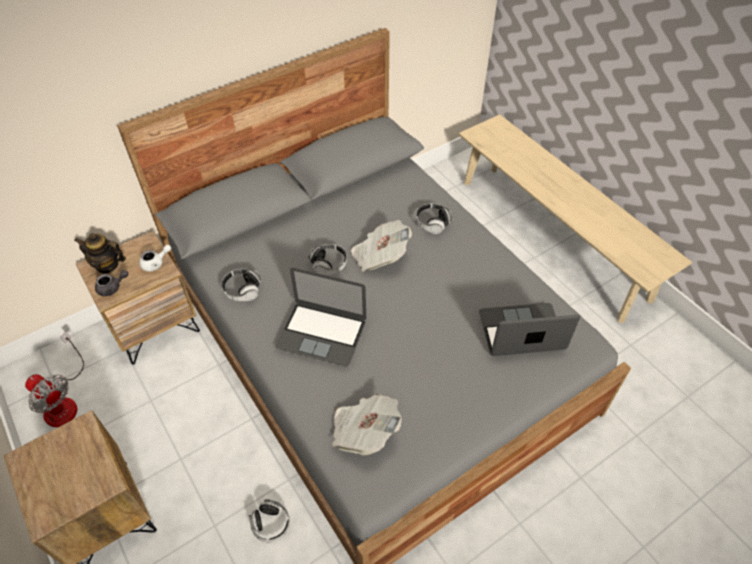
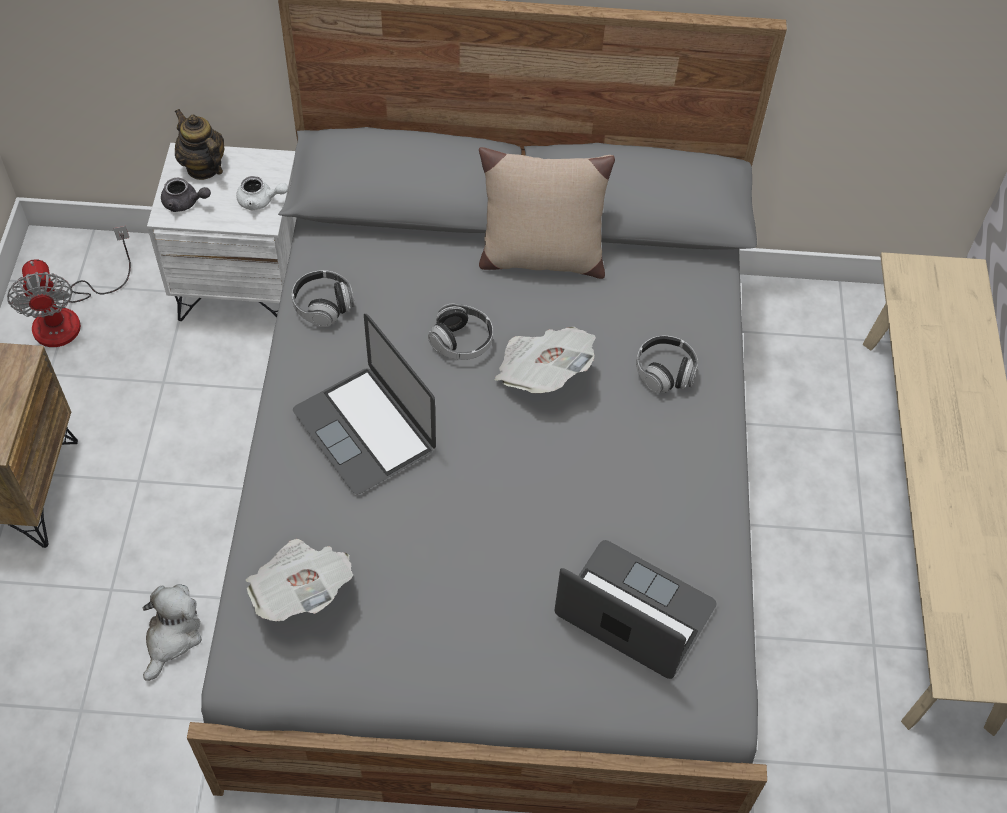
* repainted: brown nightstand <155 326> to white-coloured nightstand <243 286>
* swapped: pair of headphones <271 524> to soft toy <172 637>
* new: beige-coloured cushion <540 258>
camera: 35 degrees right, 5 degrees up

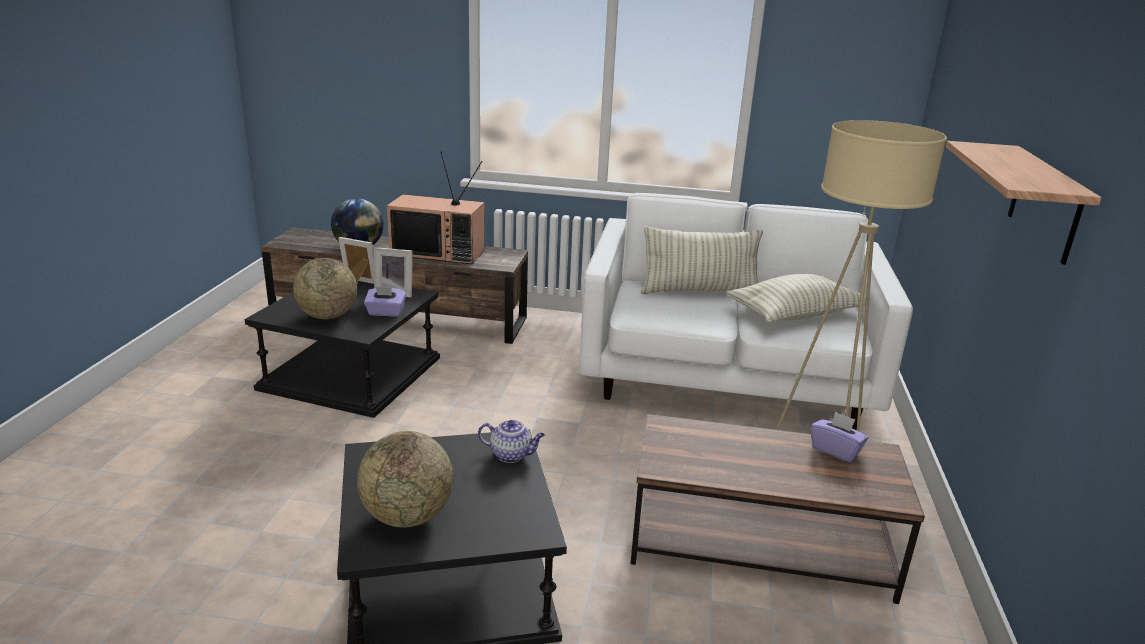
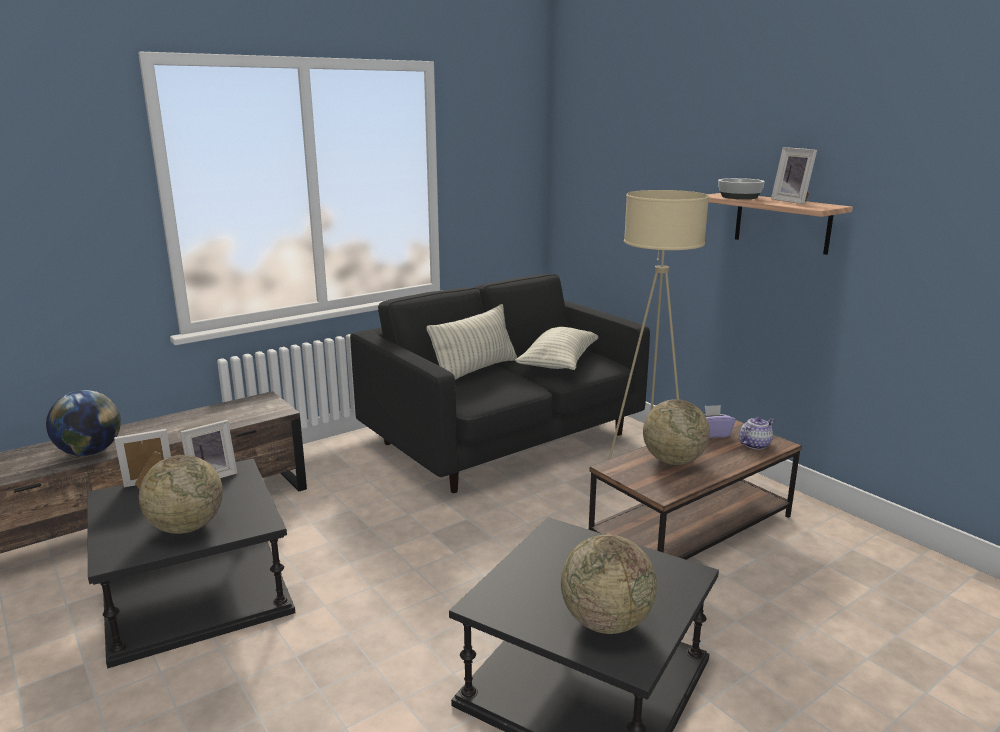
* gone: TV <439 252>
* repainted: white-coloured couch <725 379> to blackish couch <504 439>
* gone: purplish box of tissues <386 313>
* shifted: teapot <511 455> to <755 444>
* new: standing frame <793 201>
* new: deep dish <740 197>
* new: desk globe <673 461>
camera: 45 degrees left, 5 degrees down

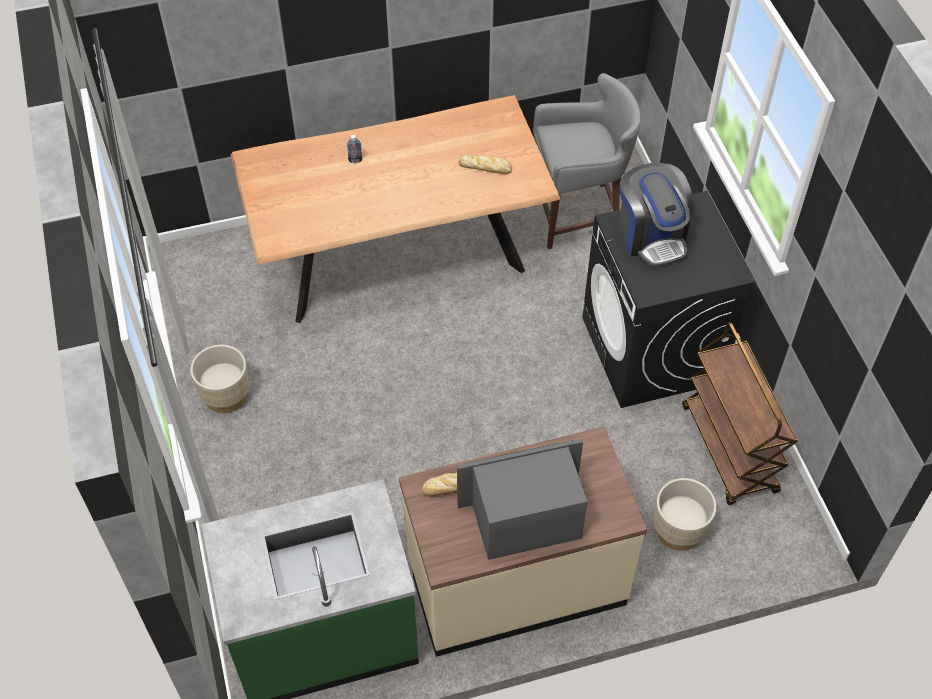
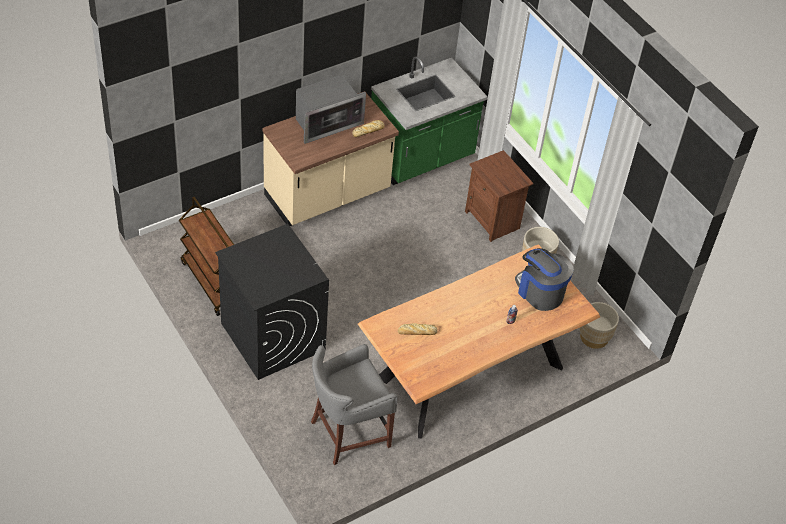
* shifted: coffee brewer <651 236> to <540 292>
* shifted: beige-coloured plant pot <679 530> to <594 337>
* new: brown nightstand <493 220>
camera: 160 degrees right, 5 degrees down

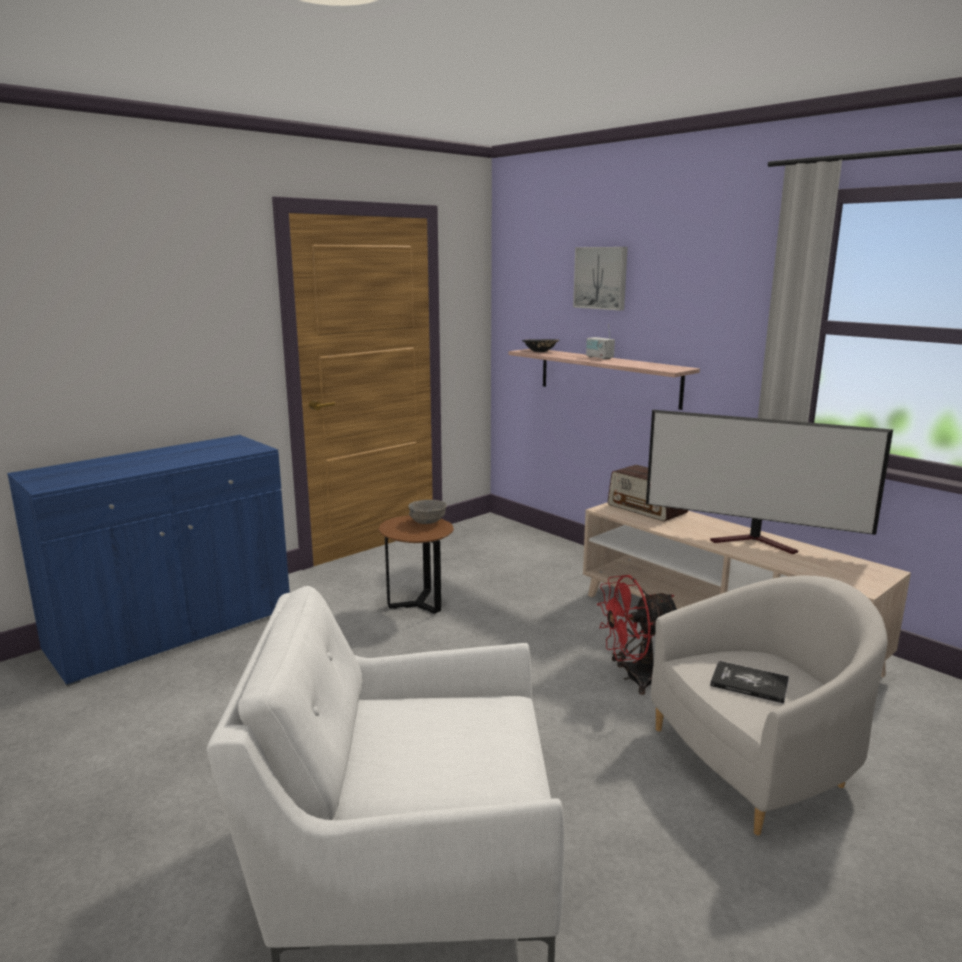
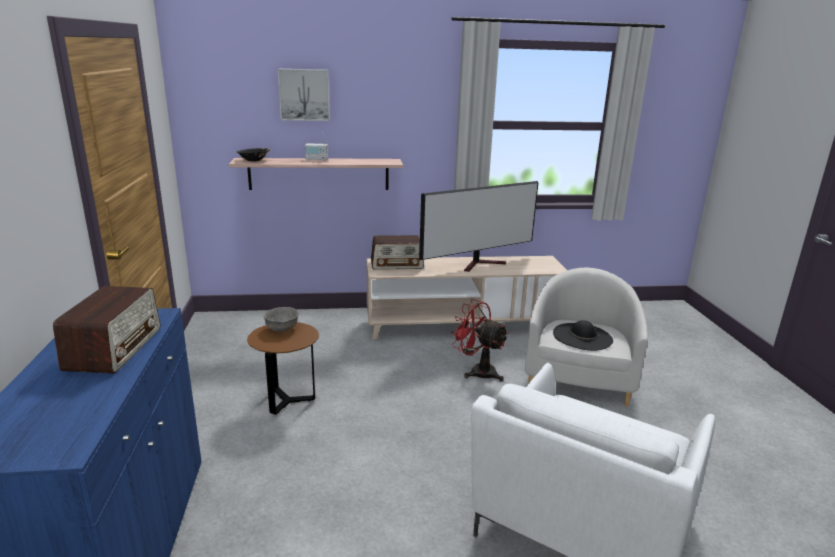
* rotated: red electric fan <634 678> = <477 371> 105 degrees clockwise
* swapped: bound book <749 683> to blackish hat <582 336>
* new: radio set <114 348>
camera: 55 degrees left, 5 degrees up

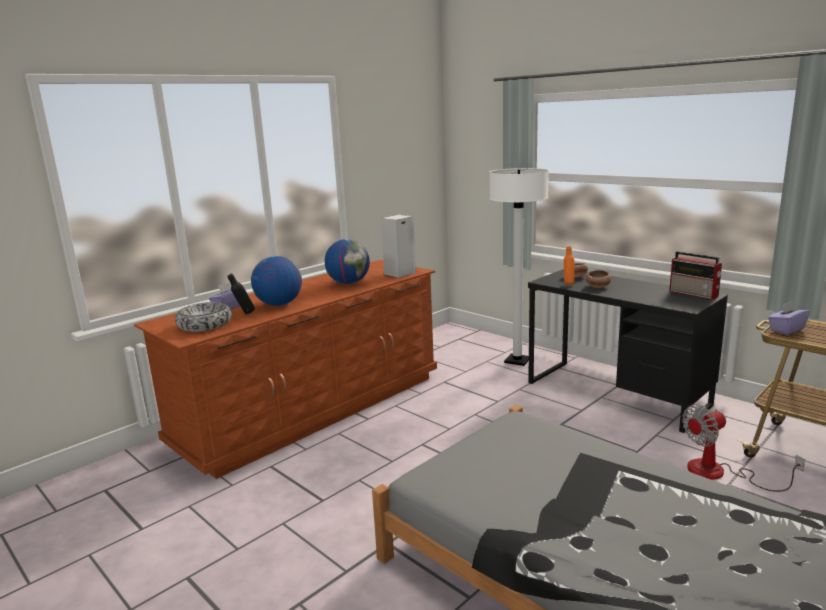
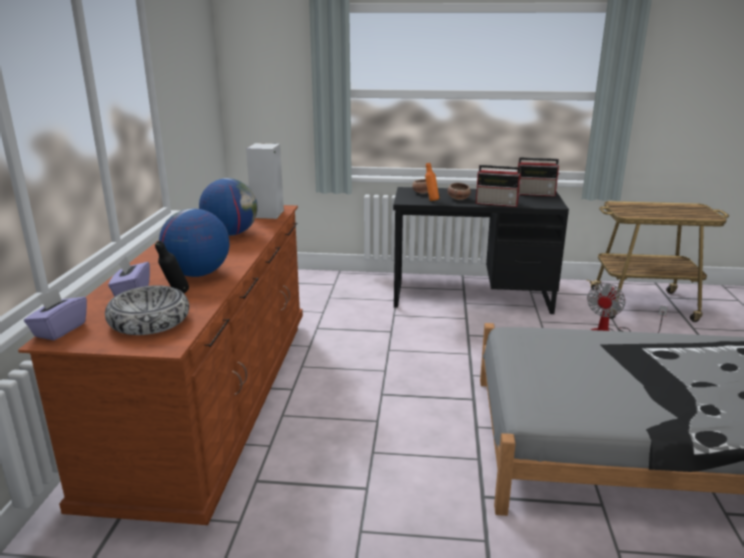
* gone: white-coloured standard lamp <517 361>
* shifted: purplish box of tissues <786 329> to <59 330>
* new: radio set <498 203>
camera: 40 degrees left, 5 degrees up

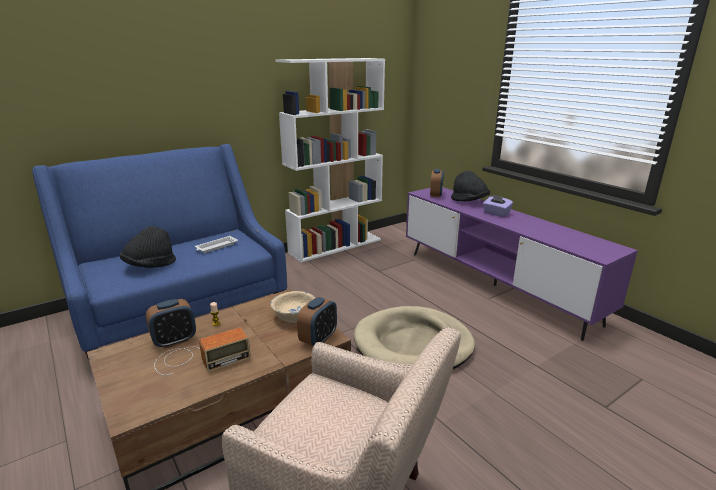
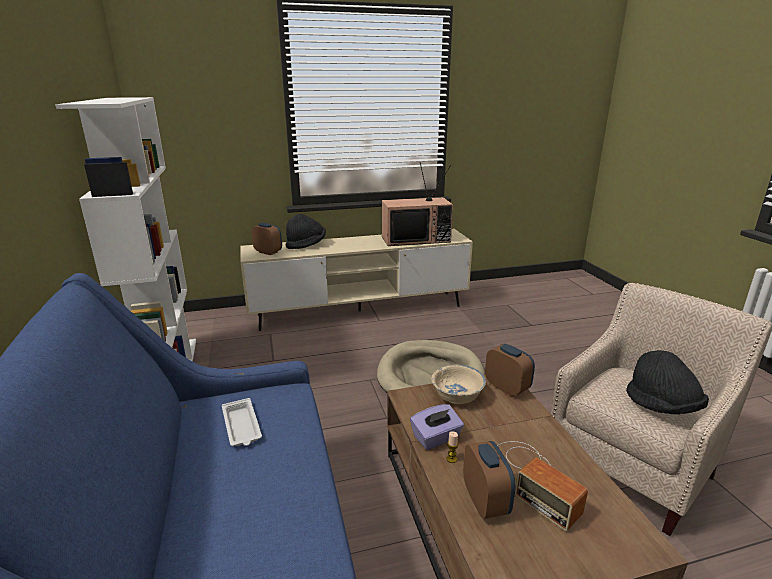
* repainted: purplish tv stand <494 285> to beige-coloured tv stand <359 311>
* shifted: purplish box of tissues <496 213> to <436 438>
* shifted: blackish hat <150 265> to <662 406>
* rotated: radio set <199 359> = <532 478> 150 degrees clockwise
* new: TV <416 239>
camera: 70 degrees left, 0 degrees up

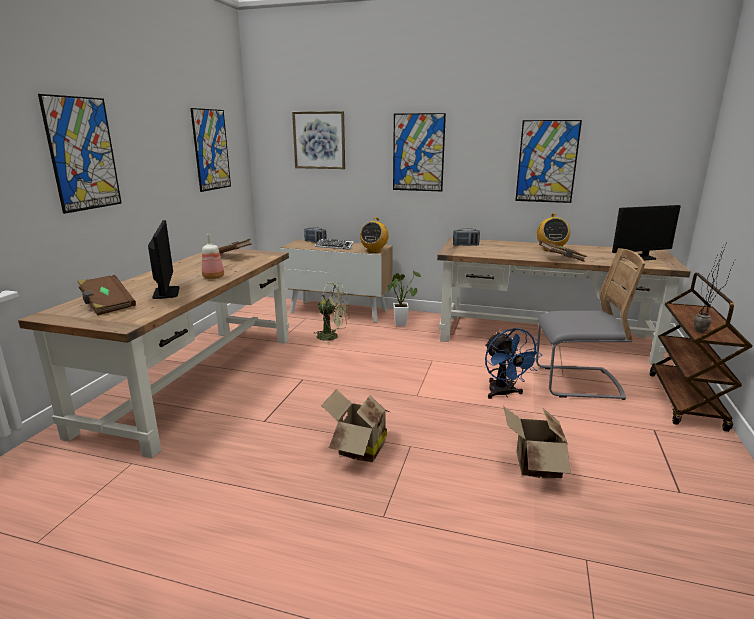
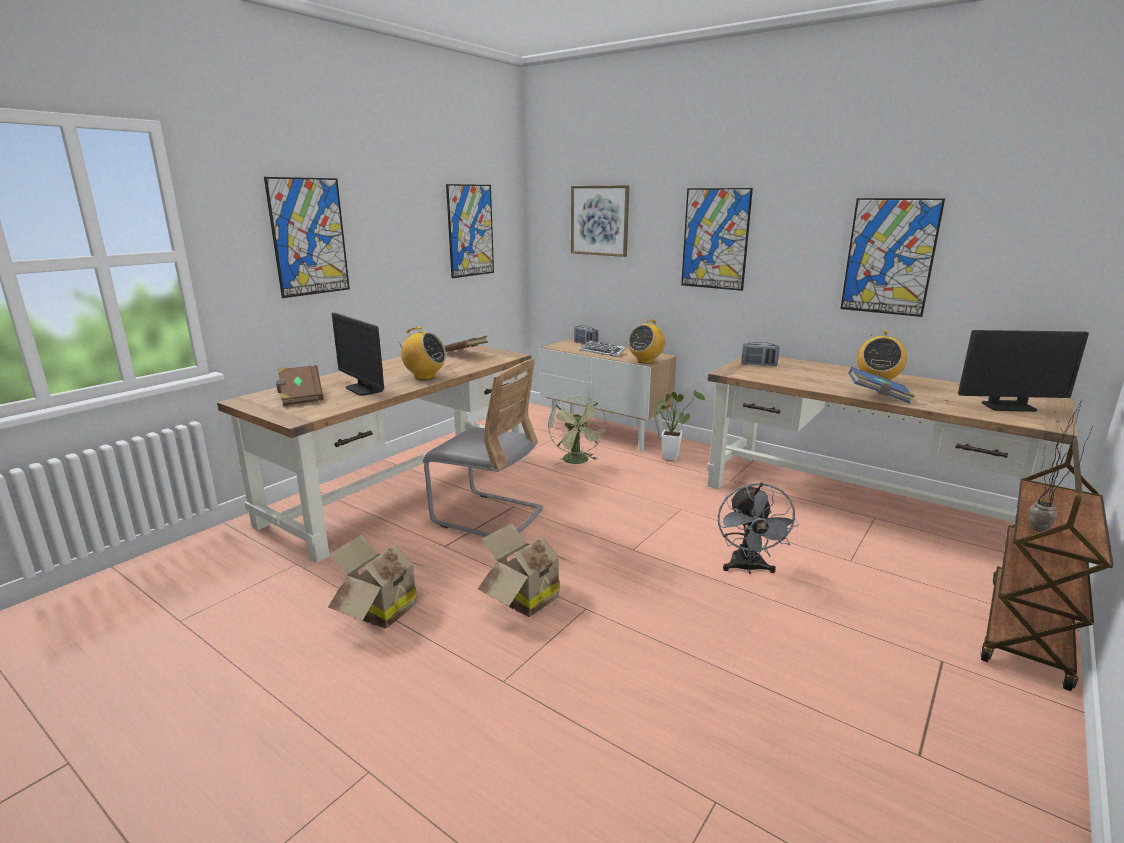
* rotated: monitor <166 292> = <364 389> 135 degrees clockwise
* swapped: beverage bottle <213 277> to radio set <424 376>
* repainted: brown bound book <561 259> to blue bound book <878 396>
* shifted: grey chair <577 383> to <487 516>
* rotated: greenish electric fan <332 337> = <578 462> 45 degrees clockwise
* repainted: blue electric fan <503 394> to grey electric fan <748 568>
* shifted: carton <534 466> to <379 611>
camera: 20 degrees right, 0 degrees up

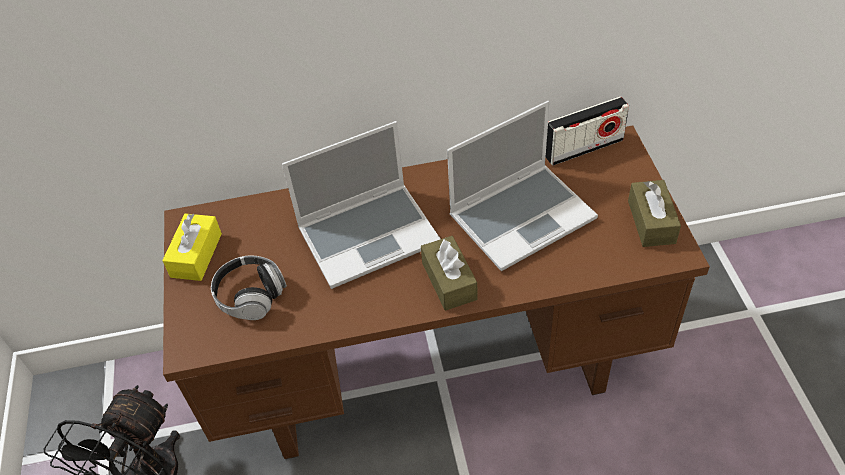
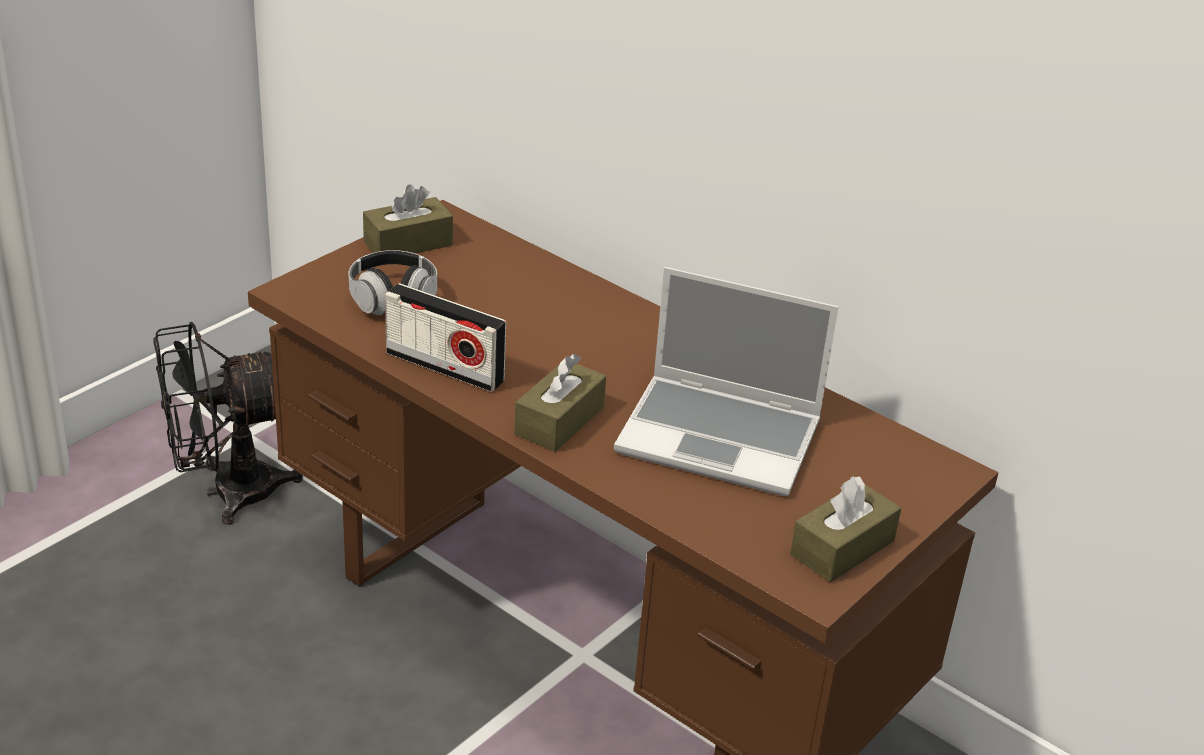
* shifted: radio set <584 148> to <445 367>
* gone: laptop <369 234>
* repainted: yellow-coloured box of tissues <196 255> to brown box of tissues <408 243>
camera: 45 degrees right, 15 degrees down

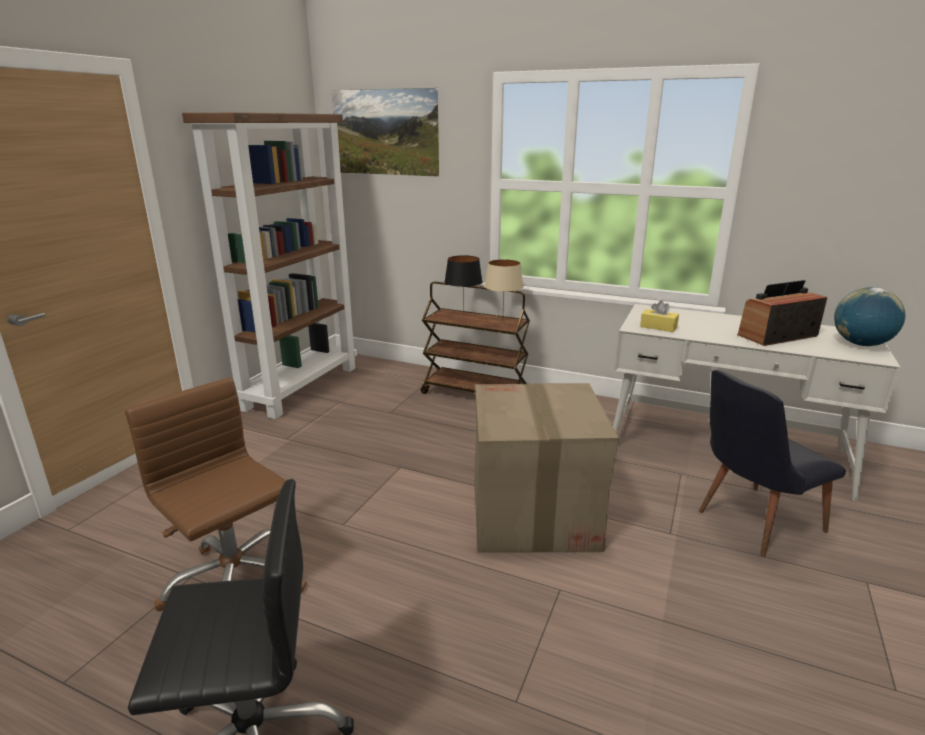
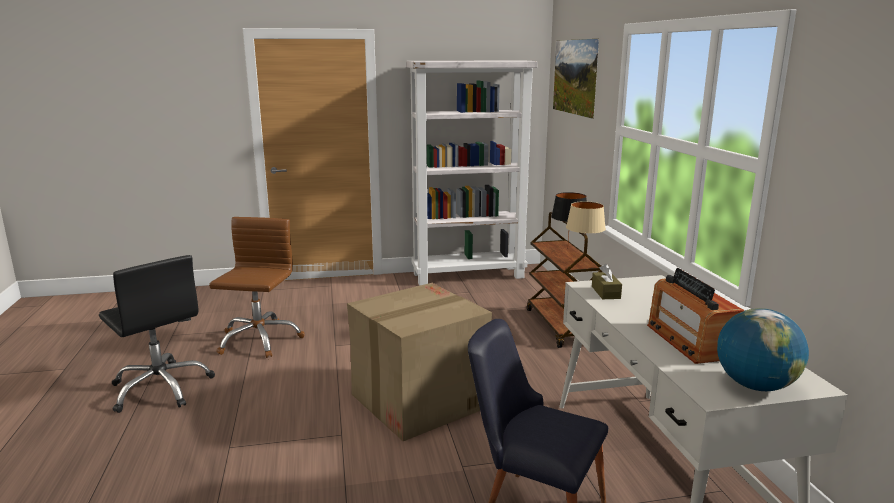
* repainted: brown shelving unit <301 387> to white-coloured shelving unit <469 275>
* rotated: radio set <777 336> = <689 341> 135 degrees counterclockwise
* repainted: yellow-coloured box of tissues <658 327> to brown box of tissues <605 292>
camera: 55 degrees right, 5 degrees down

